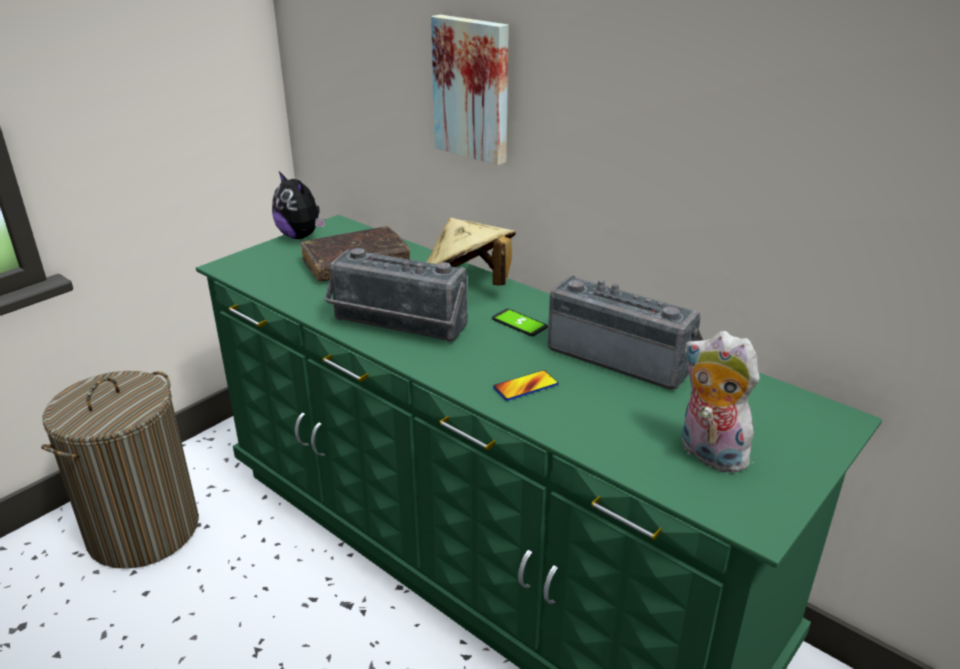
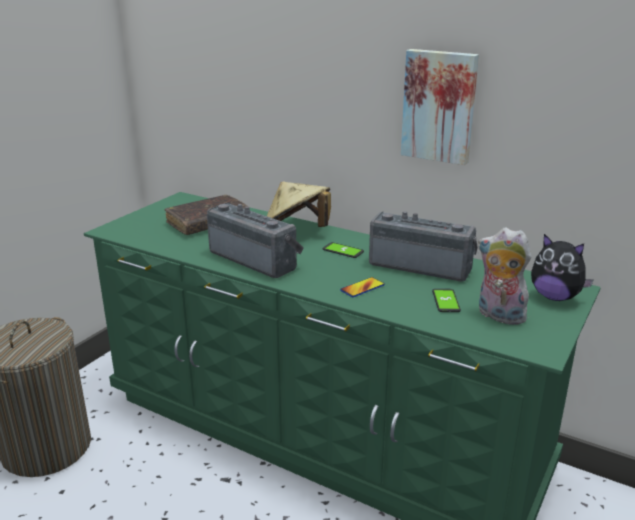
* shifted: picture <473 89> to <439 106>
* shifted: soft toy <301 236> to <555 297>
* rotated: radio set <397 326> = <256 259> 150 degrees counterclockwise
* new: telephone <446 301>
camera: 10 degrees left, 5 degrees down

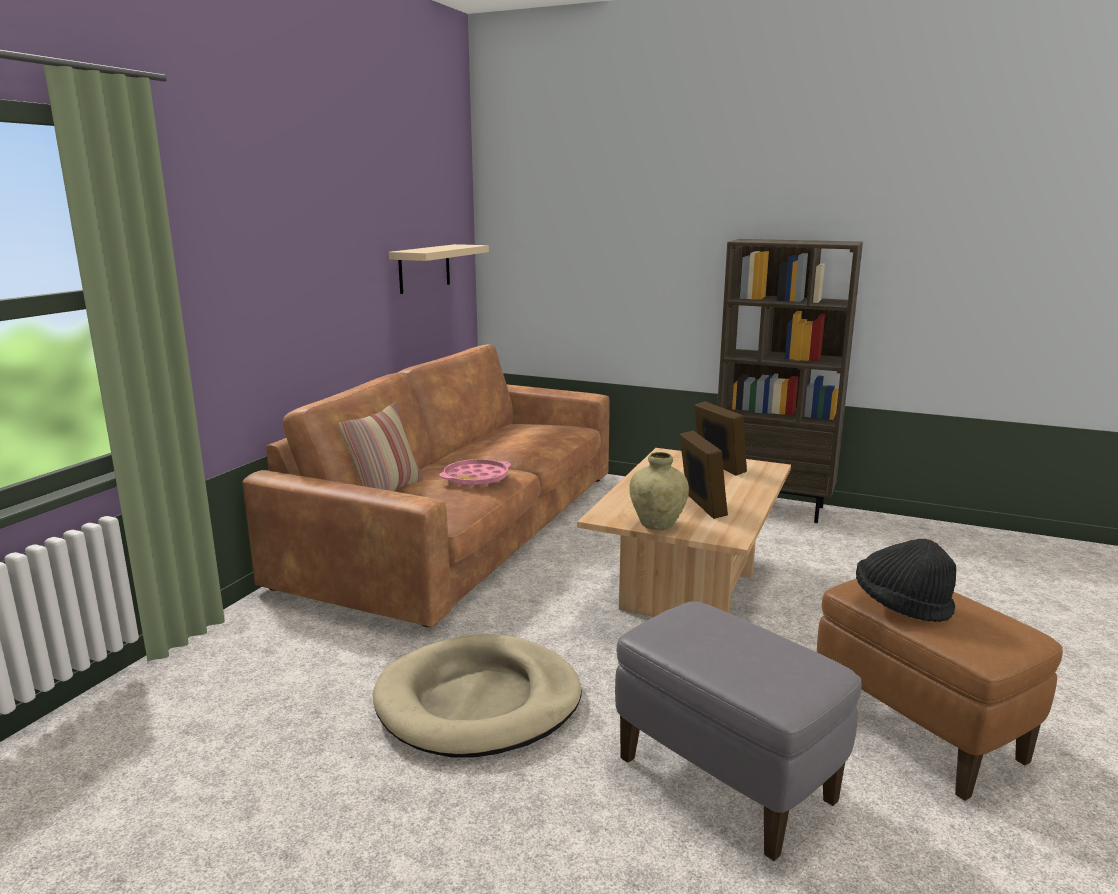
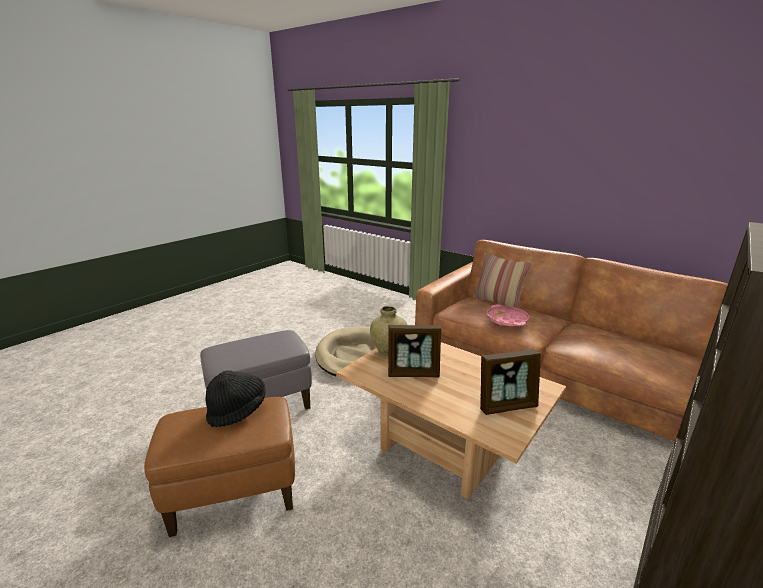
* gone: beige-coloured shelf <424 268>
camera: 105 degrees right, 5 degrees up

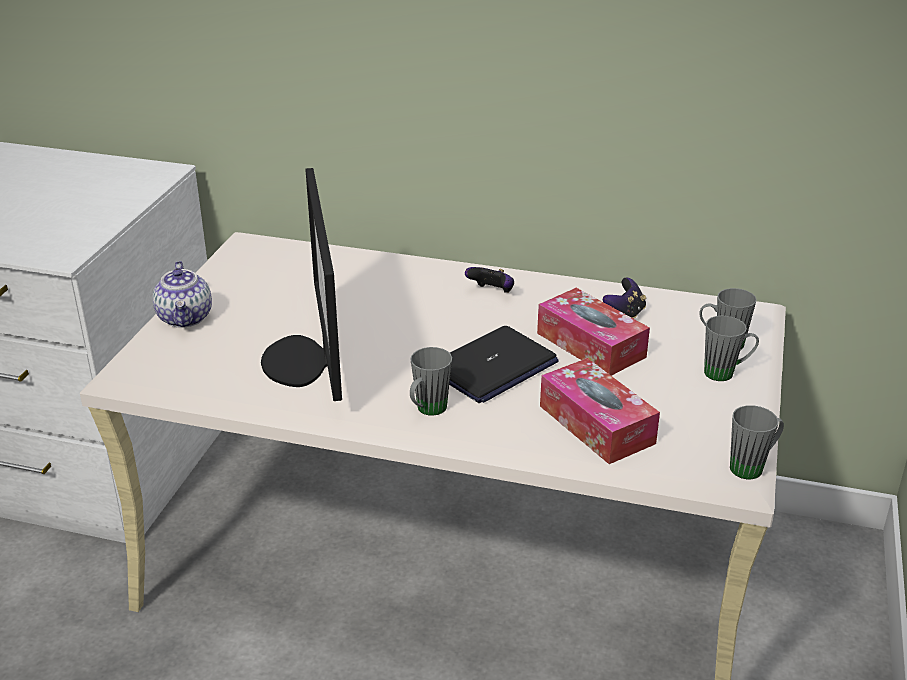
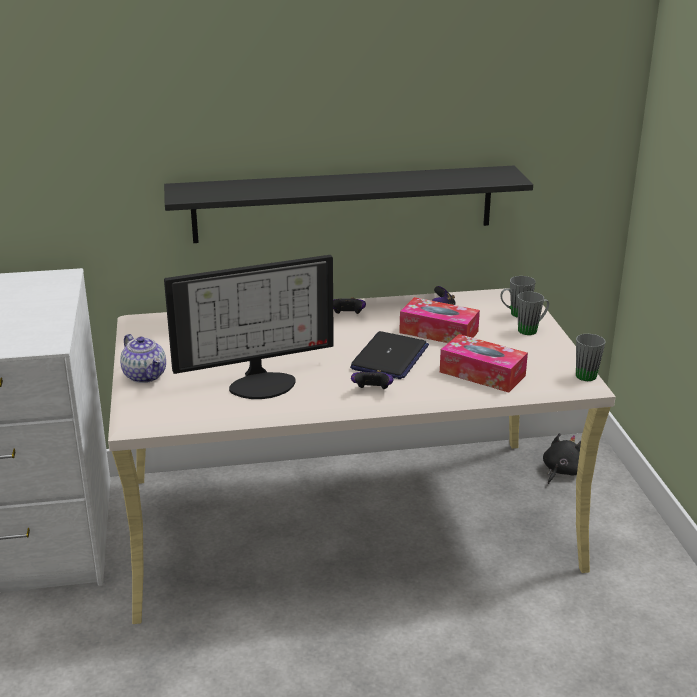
* rotated: monitor <305 361> = <261 382> 75 degrees counterclockwise
* swapped: grey mug <427 411> to joypad <372 391>
* new: blackish shelf <343 204>
* new: blackish soft toy <561 471>
camera: 25 degrees left, 5 degrees down

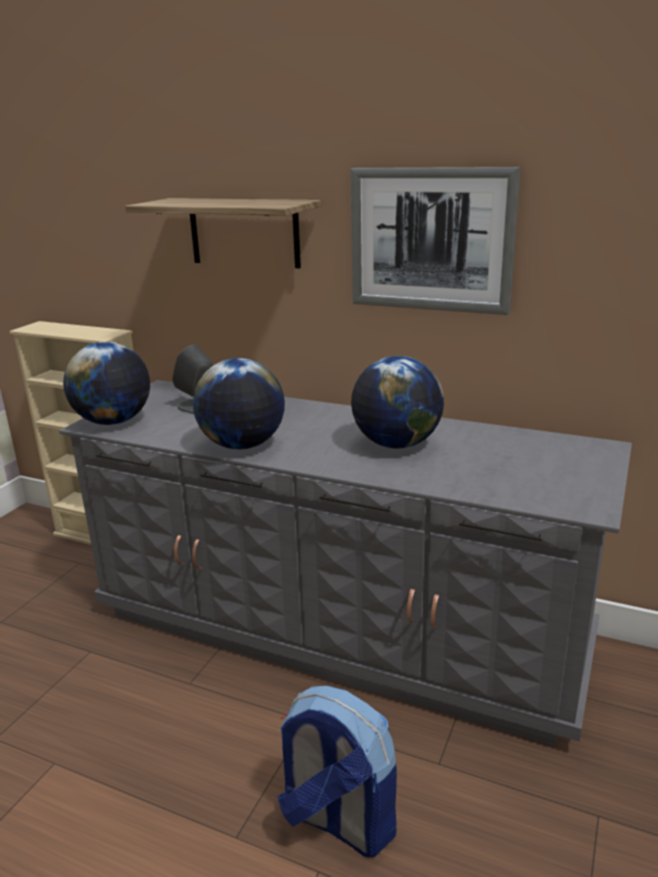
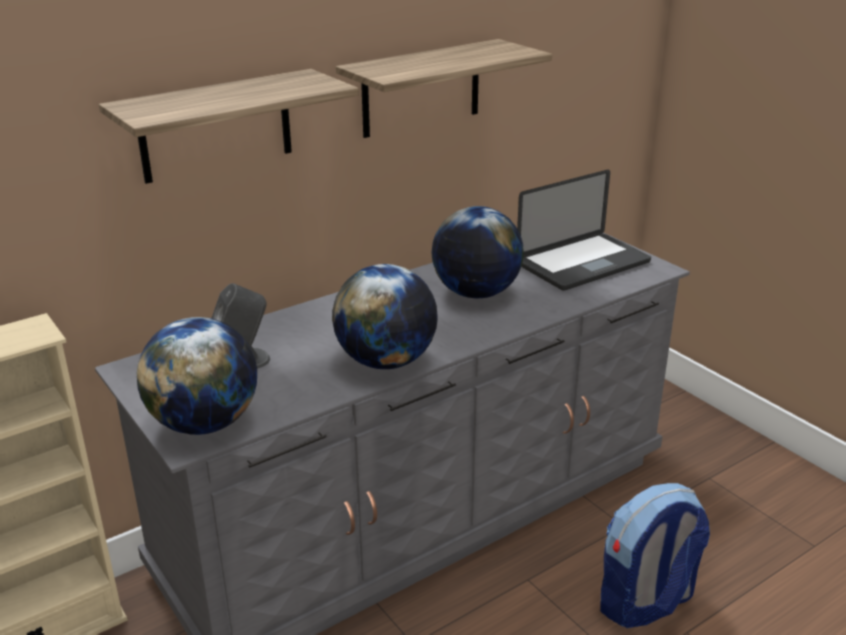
* swapped: picture <431 240> to shelf <421 88>
* new: laptop <583 263>
camera: 60 degrees left, 5 degrees up

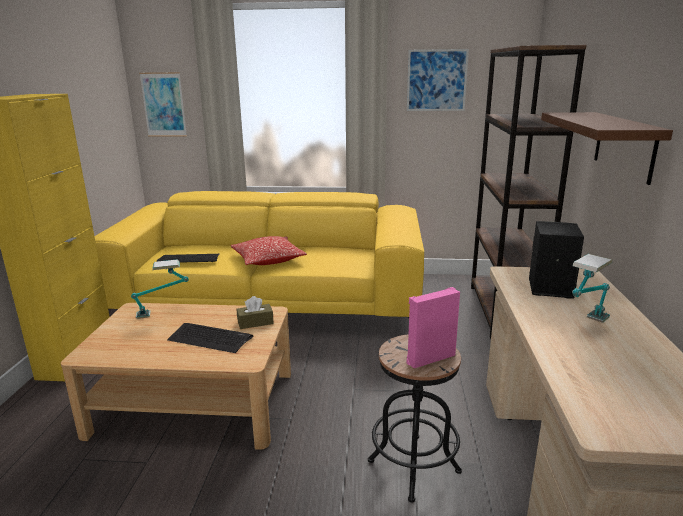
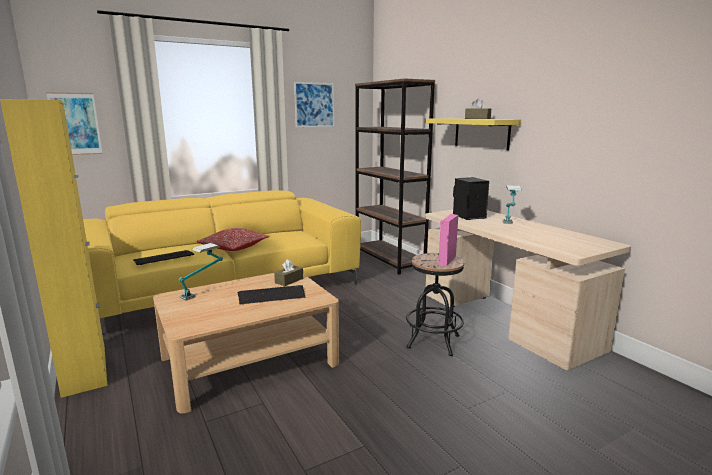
* repainted: brown shelf <624 145> to yellow-coloured shelf <481 133>
* new: brown box of tissues <477 118>
camera: 35 degrees left, 5 degrees down

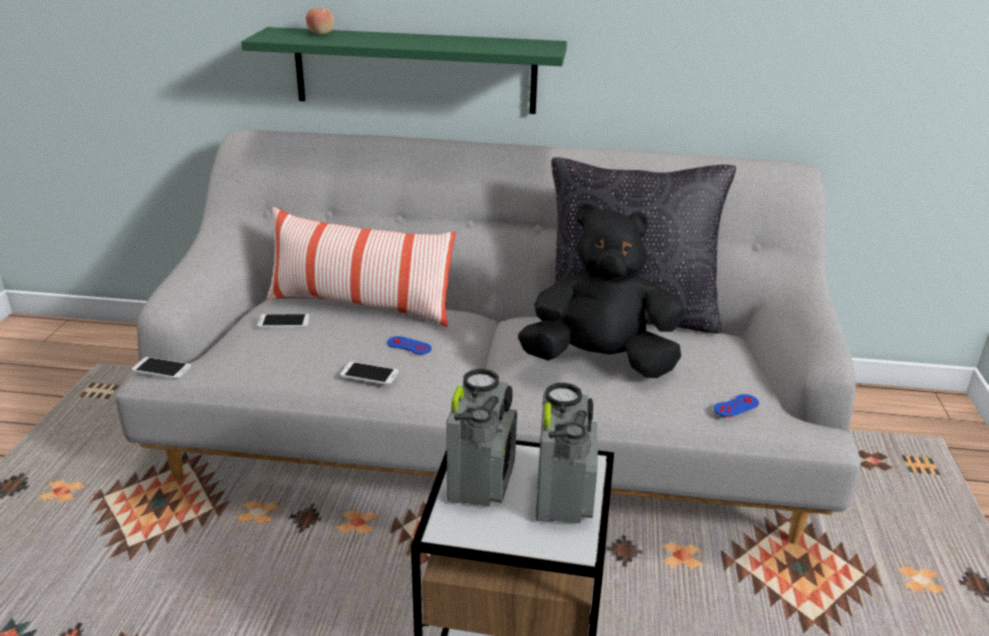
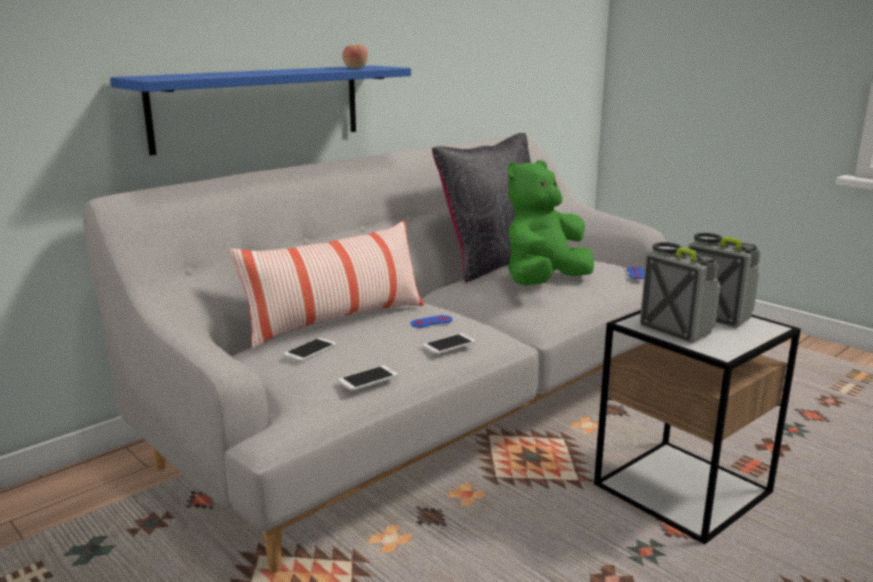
* shifted: apple <321 34> to <355 68>
* repainted: greenish shelf <415 71> to blue shelf <259 106>
* repainted: blackish soft toy <600 362> to greenish soft toy <544 283>
* shifted: telephone <161 368> to <368 378>
camera: 50 degrees left, 10 degrees down

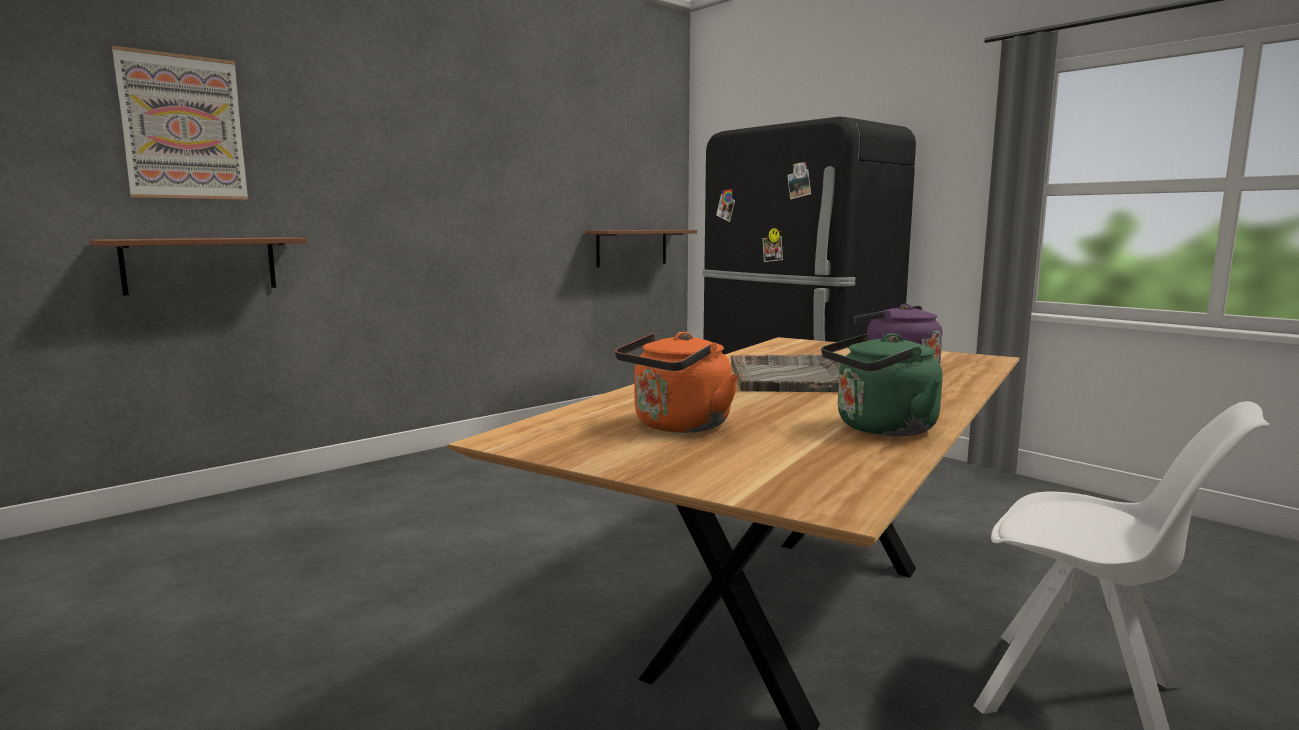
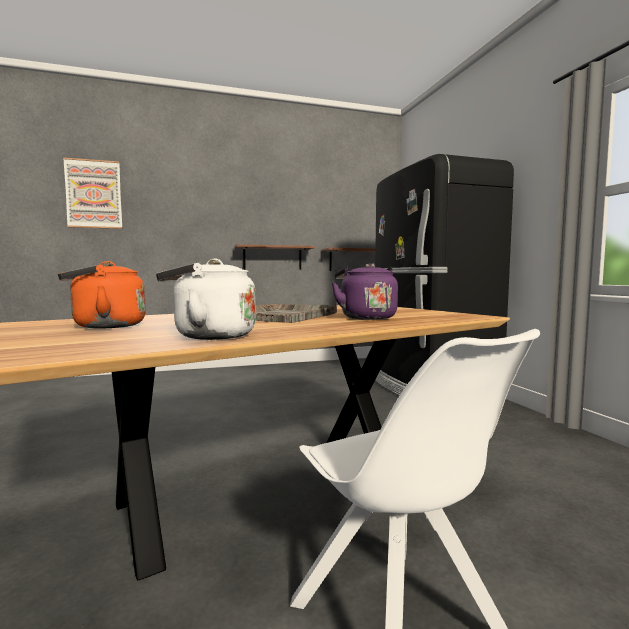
* shifted: brown shelf <200 264> to <272 258>
* repainted: greenish water kettle <880 429> to white-coloured water kettle <209 336>
camera: 25 degrees right, 5 degrees down

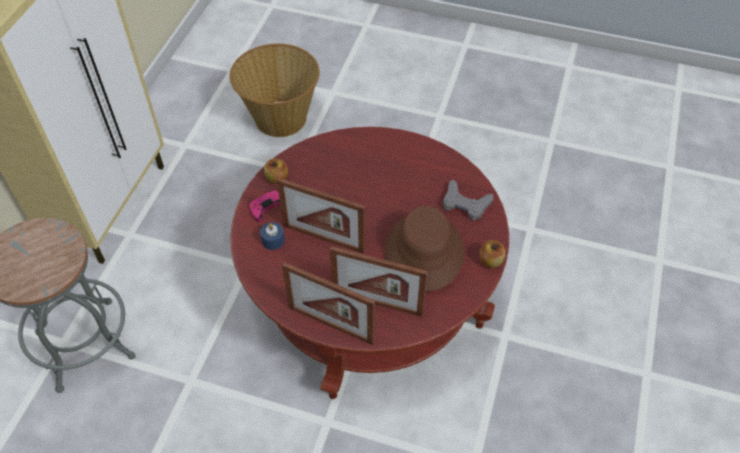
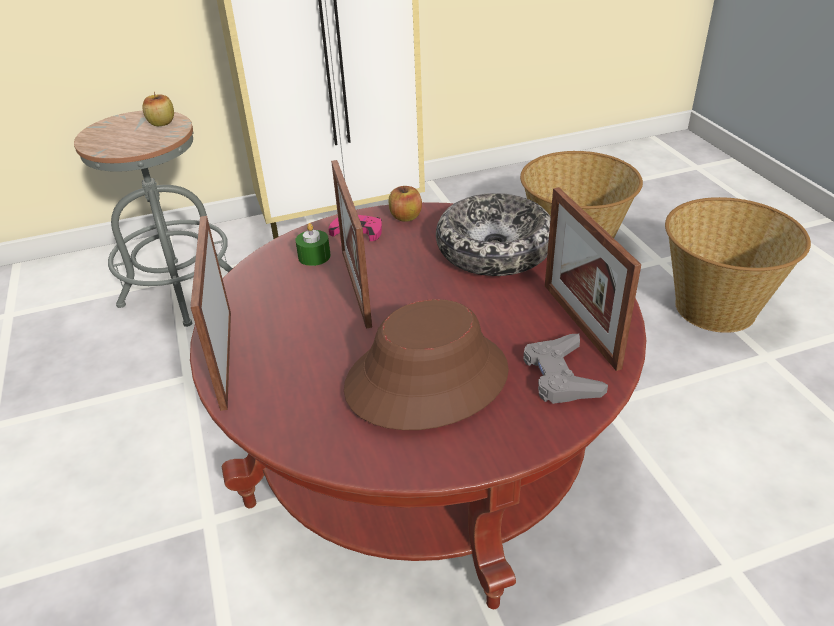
* repainted: blue wax candle <273 240> to greenish wax candle <314 256>
* shifted: apple <490 261> to <161 123>
* shifted: standing frame <377 303> to <580 324>
* new: deep dish <494 250>
* new: household basket <715 307>
camera: 55 degrees right, 15 degrees down

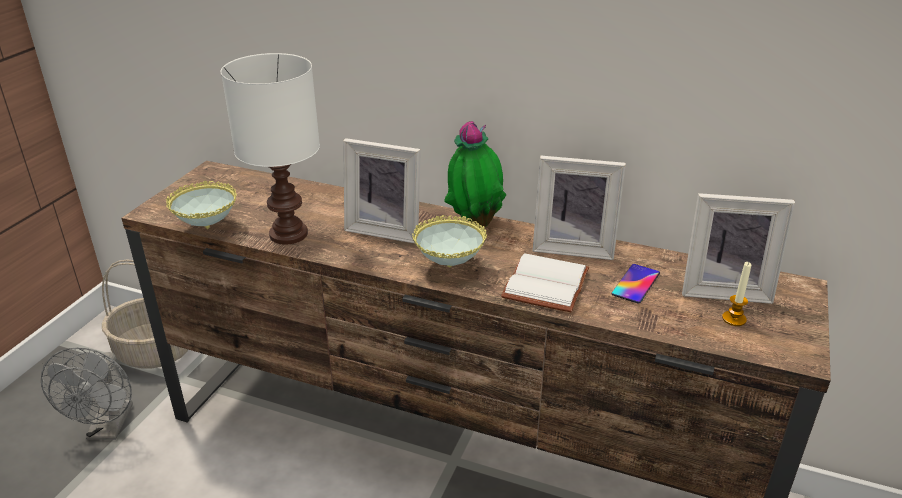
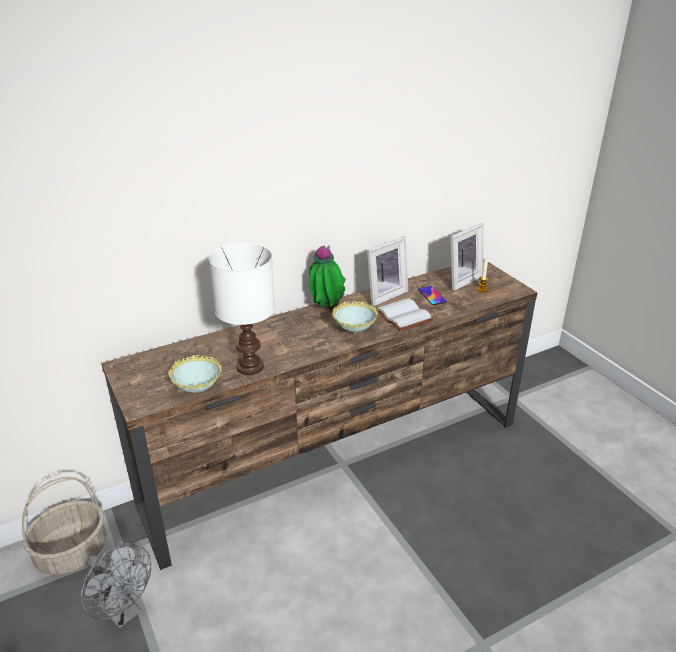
* gone: standing frame <386 229>
camera: 50 degrees left, 0 degrees up

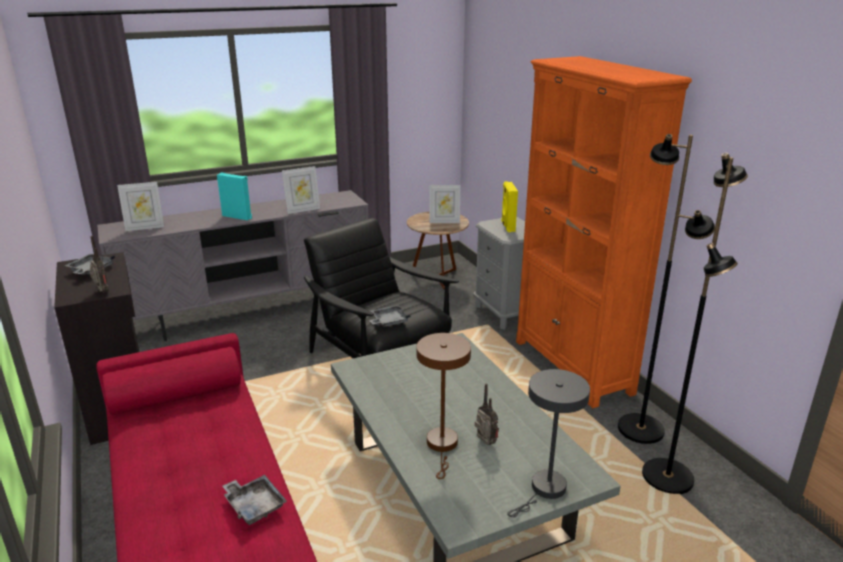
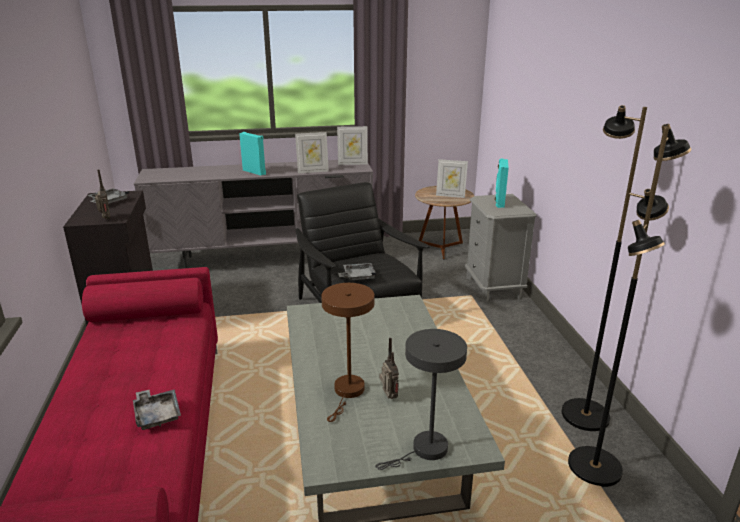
* gone: orange-coloured shelving unit <572 367>
* shifted: standing frame <145 228> to <352 163>
* repainted: yellow-coloured loudspeaker <507 226> to turquoise loudspeaker <499 202>
camera: 15 degrees right, 0 degrees up

